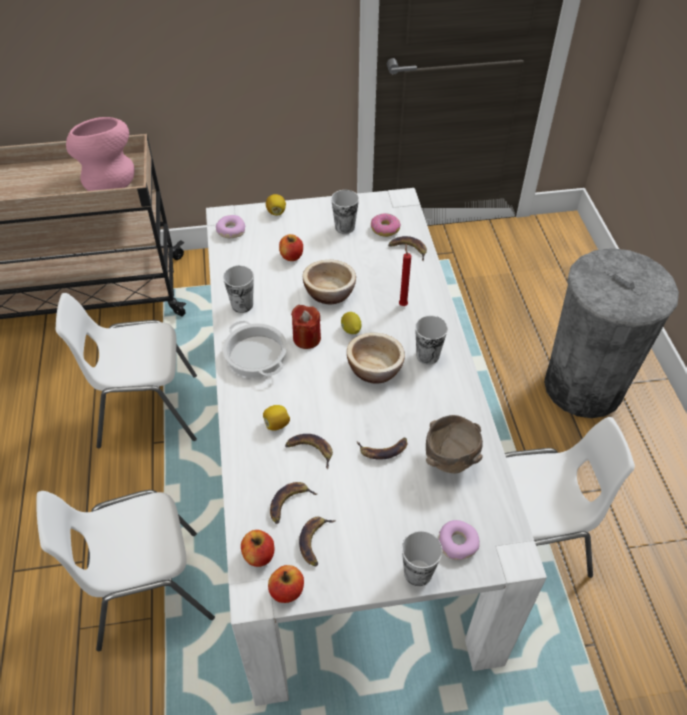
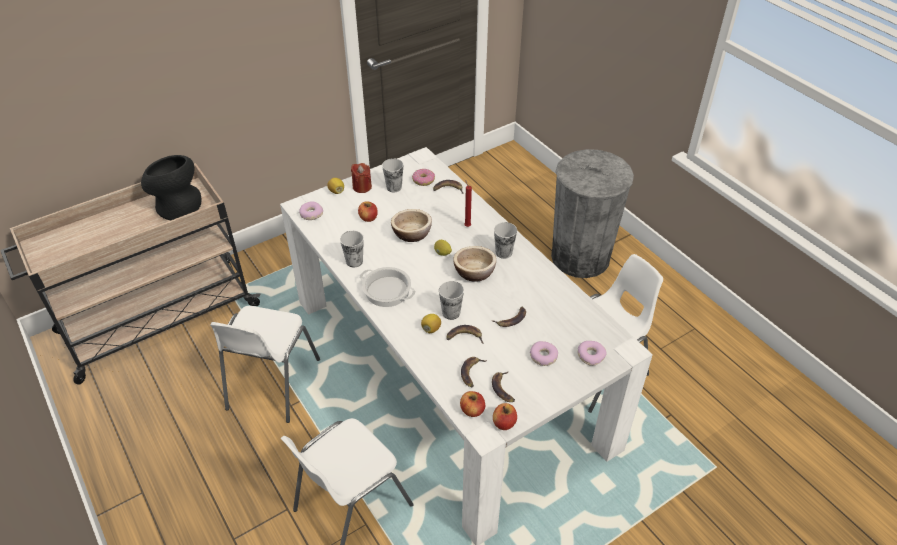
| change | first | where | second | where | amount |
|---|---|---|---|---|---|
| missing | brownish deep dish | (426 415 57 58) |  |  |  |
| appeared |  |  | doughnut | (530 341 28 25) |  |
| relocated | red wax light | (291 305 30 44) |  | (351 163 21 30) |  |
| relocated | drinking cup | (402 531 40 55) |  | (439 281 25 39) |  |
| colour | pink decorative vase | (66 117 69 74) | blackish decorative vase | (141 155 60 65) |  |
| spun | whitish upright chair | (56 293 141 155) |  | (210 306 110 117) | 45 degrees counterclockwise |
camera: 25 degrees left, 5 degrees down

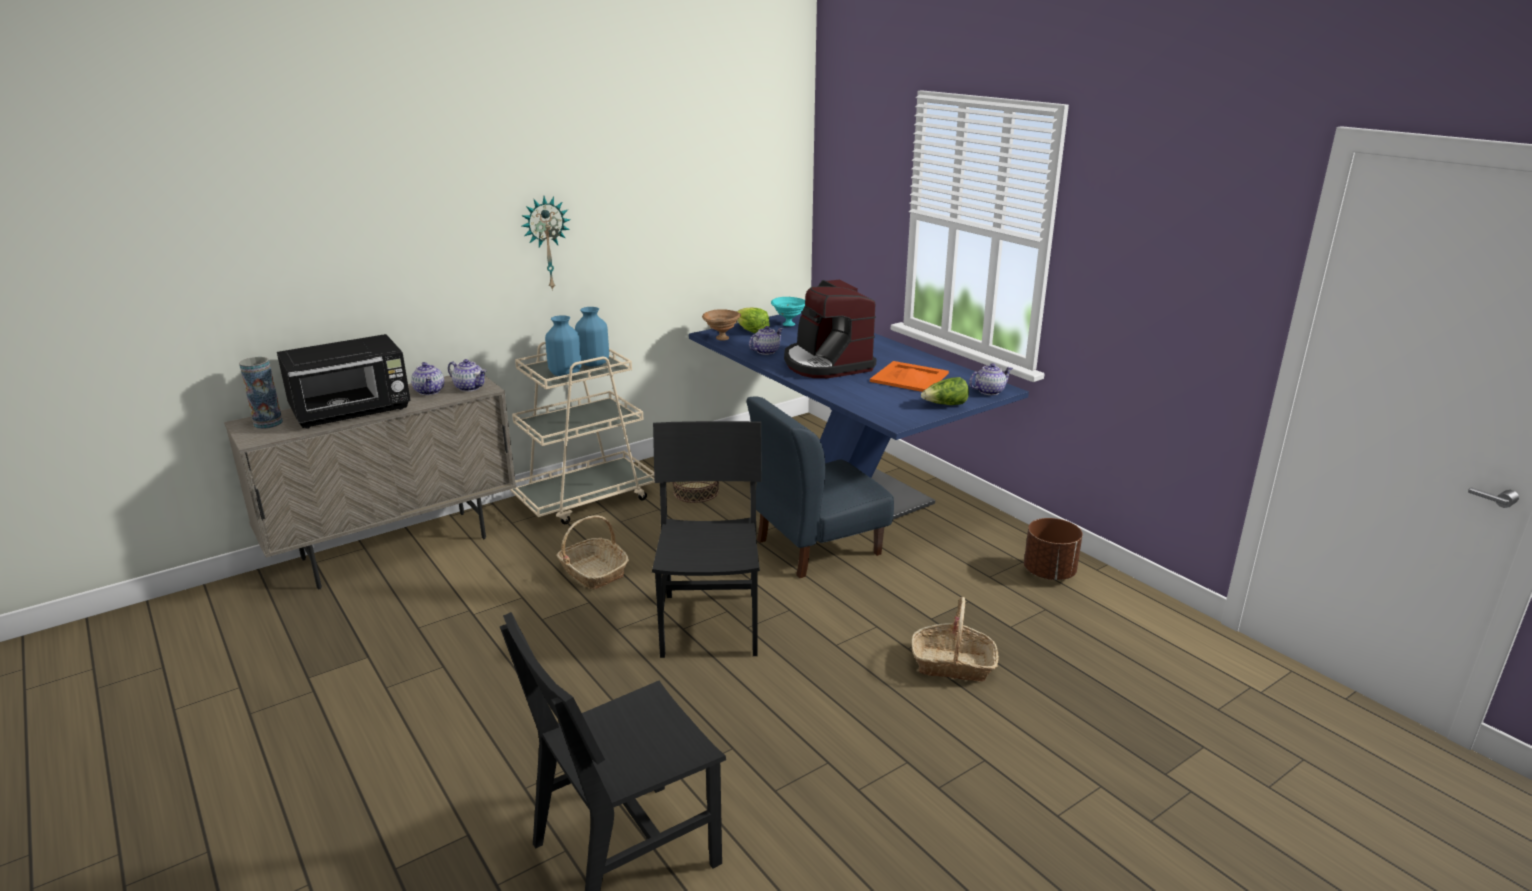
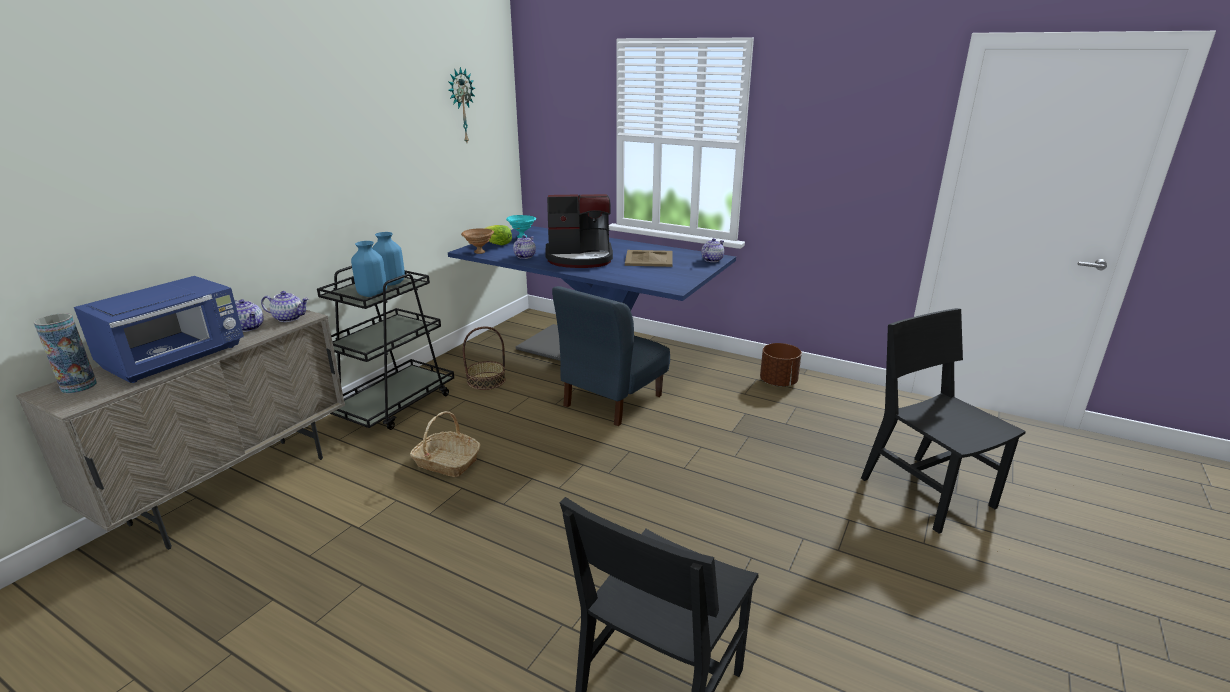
| change | first | where | second | where | amount |
|---|---|---|---|---|---|
| missing | storage basket | (911 597 88 85) |  |  |  |
| missing | lettuce | (921 377 48 28) |  |  |  |
| relocated | clock on the wall | (521 196 50 95) |  | (448 67 27 76) |  |
| relocated | blackish upright chair | (652 421 110 237) |  | (861 308 165 226) |  |
| colour | blackish kitchen microwave | (277 334 134 95) | bluish kitchen microwave | (74 276 170 107) |  |
| colour | beige trolley | (510 342 144 182) | blackish trolley | (317 266 137 164) |  |
| colour | orangey serving tray | (870 361 79 31) | beige serving tray | (625 250 48 17) |  |
| spun | coffee brewer | (784 280 93 98) |  | (545 194 68 74) | 45 degrees counterclockwise |
camera: 25 degrees left, 0 degrees up

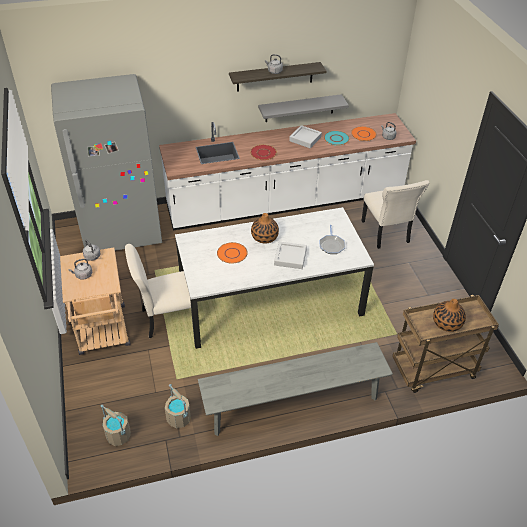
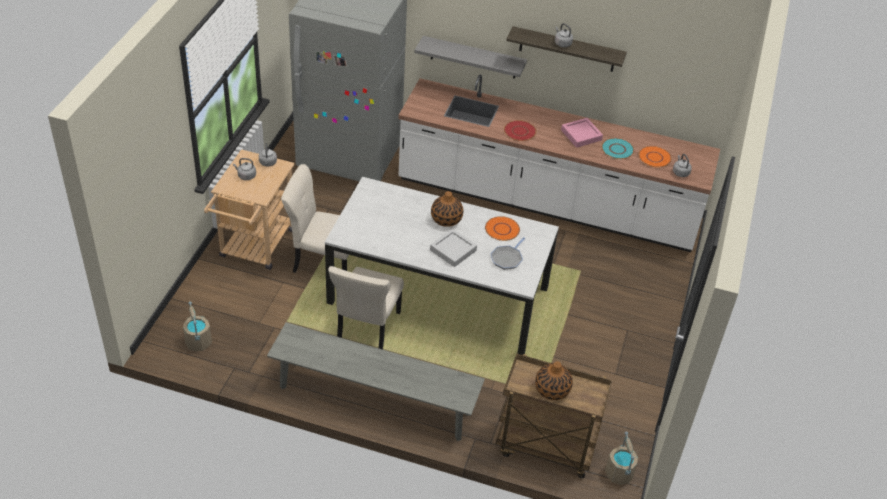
| change | first | where | second | where | amount |
|---|---|---|---|---|---|
| relocated | beige pail | (165 384 26 44) |  | (605 432 33 53) |  |
| relocated | orangey dinner plate | (217 242 31 22) |  | (485 216 35 25) |  |
| relocated | grey shelf | (258 94 91 28) |  | (414 36 113 43) |  |
| relocated | beige upright chair | (361 180 68 69) |  | (328 266 76 84) |  |
| colour | grey serving tray | (289 125 33 23) | pink serving tray | (561 118 42 30) |  |
camera: 30 degrees right, 0 degrees up

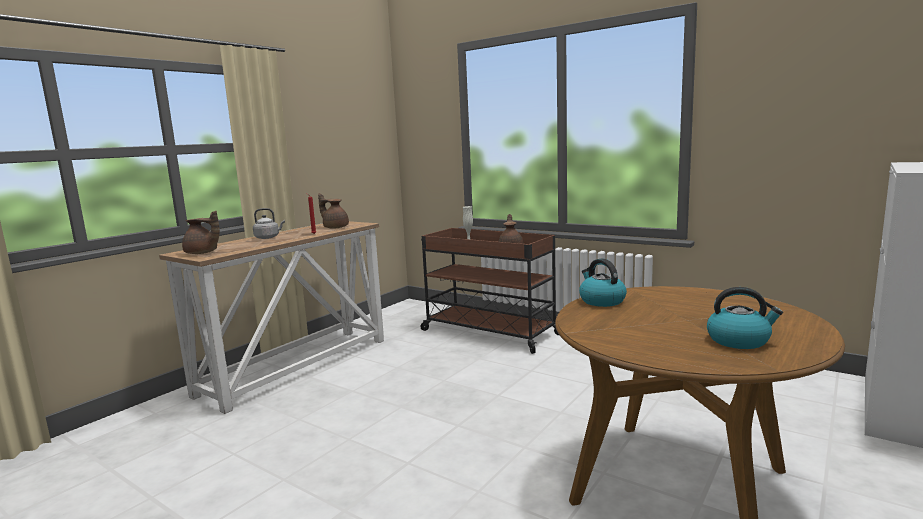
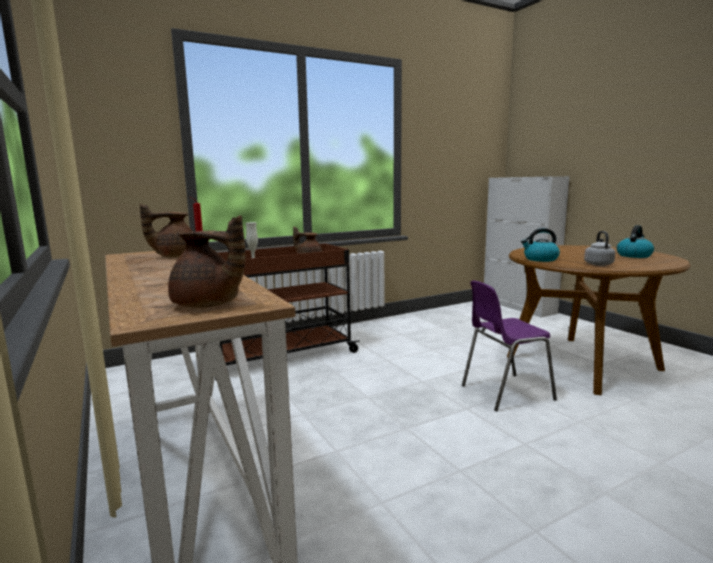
| change | first | where | second | where | amount |
|---|---|---|---|---|---|
| appeared |  |  | purple-coloured upright chair | (462 281 95 130) |  |
| relocated | grey kettle | (253 208 32 31) |  | (584 231 31 35) |  |
| spun | brownish pot for tea | (182 211 38 43) |  | (168 215 77 93) | 75 degrees clockwise |
camera: 65 degrees left, 0 degrees up

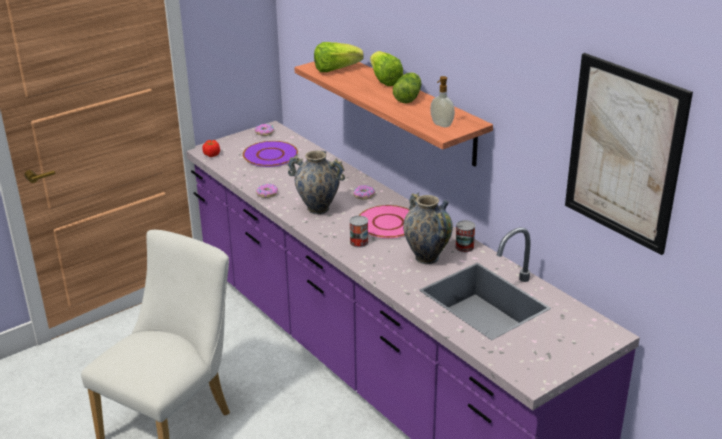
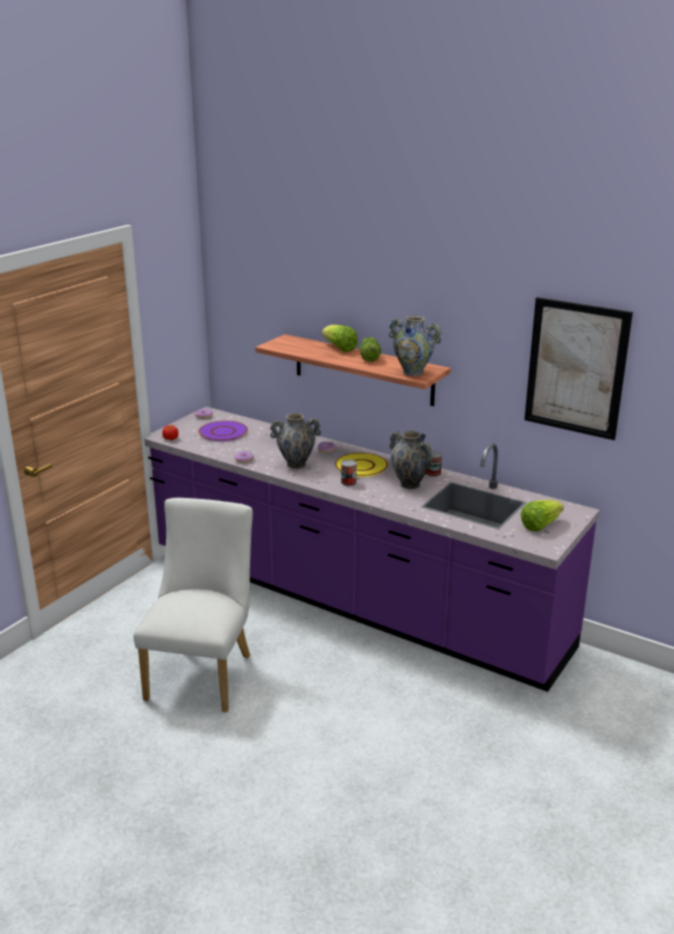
| change | first | where | second | where | amount |
|---|---|---|---|---|---|
| relocated | lettuce | (314 42 50 30) |  | (521 499 43 32) |  |
| exchanged | soap bottle | (430 76 25 51) | decorative vase | (389 315 53 61) |  |
| colour | pink dinner plate | (359 205 51 33) | yellowish dinner plate | (335 453 53 24) |  |
camera: 20 degrees left, 5 degrees down

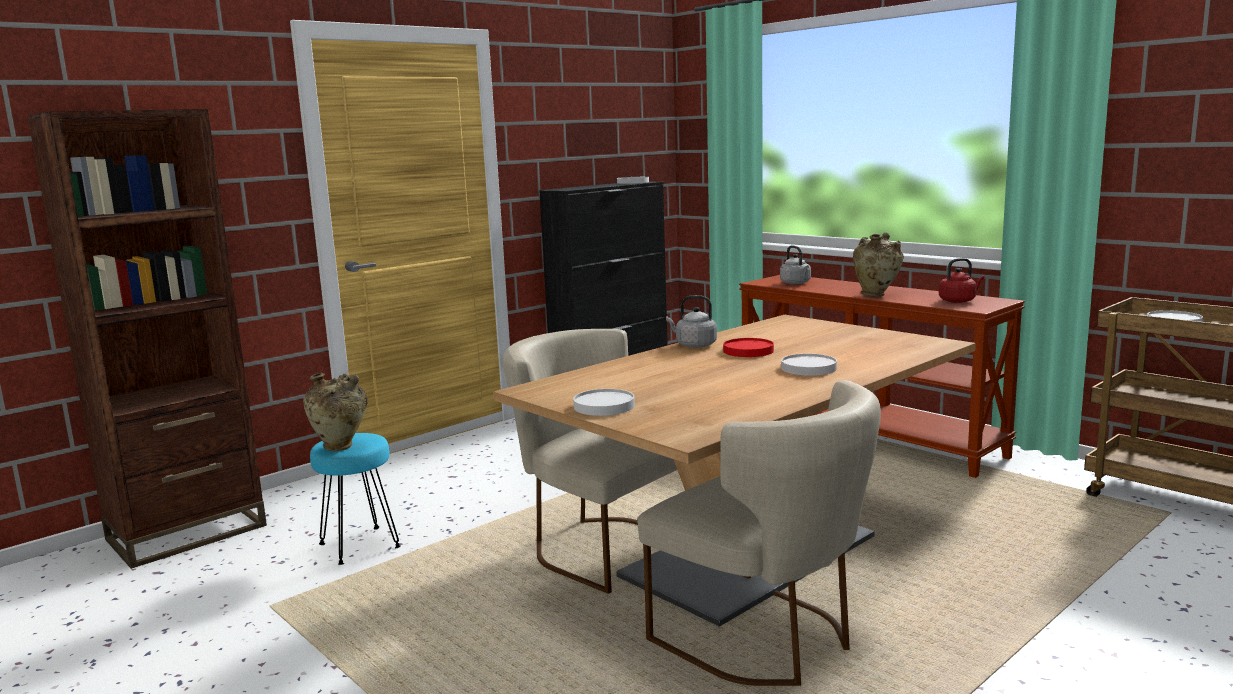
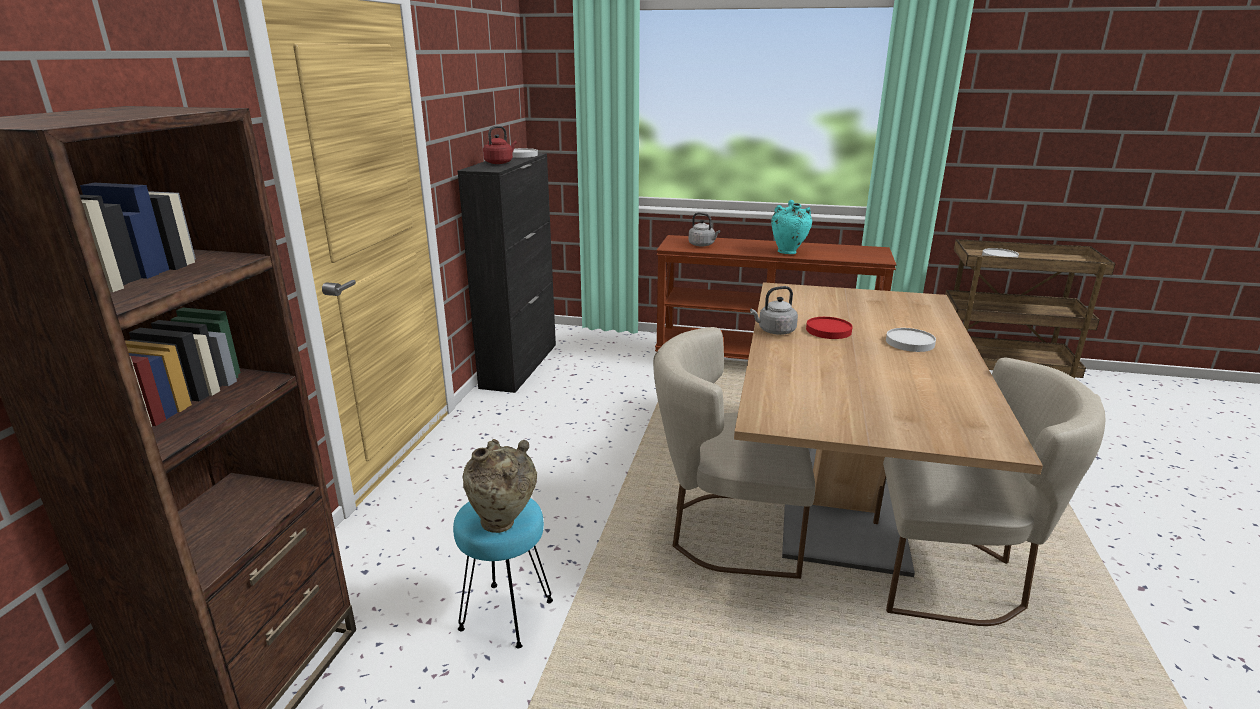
| change | first | where | second | where | amount |
|---|---|---|---|---|---|
| missing | whitish dinner plate | (573 389 62 27) |  |  |  |
| relocated | red kettle | (939 258 45 45) |  | (483 126 34 38) |  |
| colour | beige decorative vase | (853 232 51 64) | turquoise-coloured decorative vase | (771 200 41 54) |  |
camera: 35 degrees left, 10 degrees up

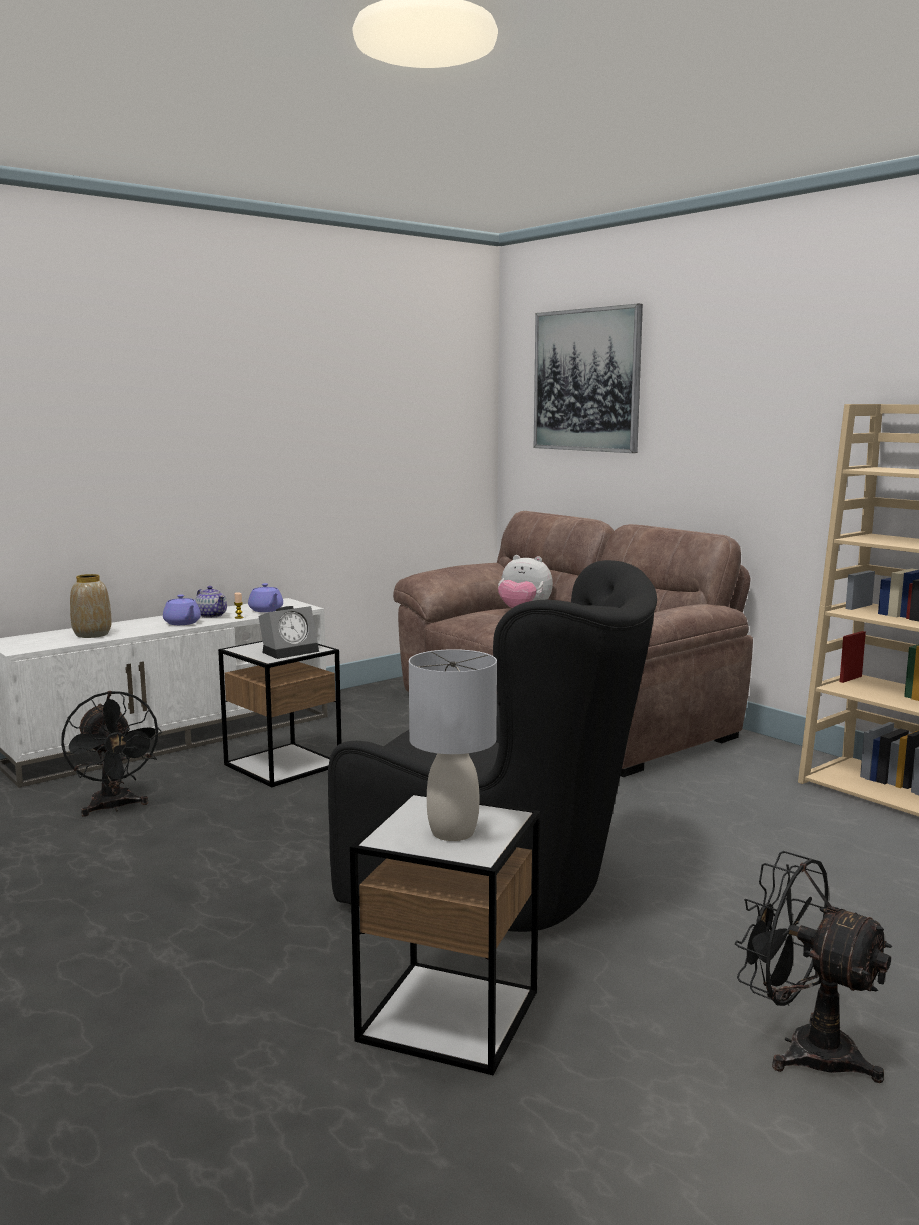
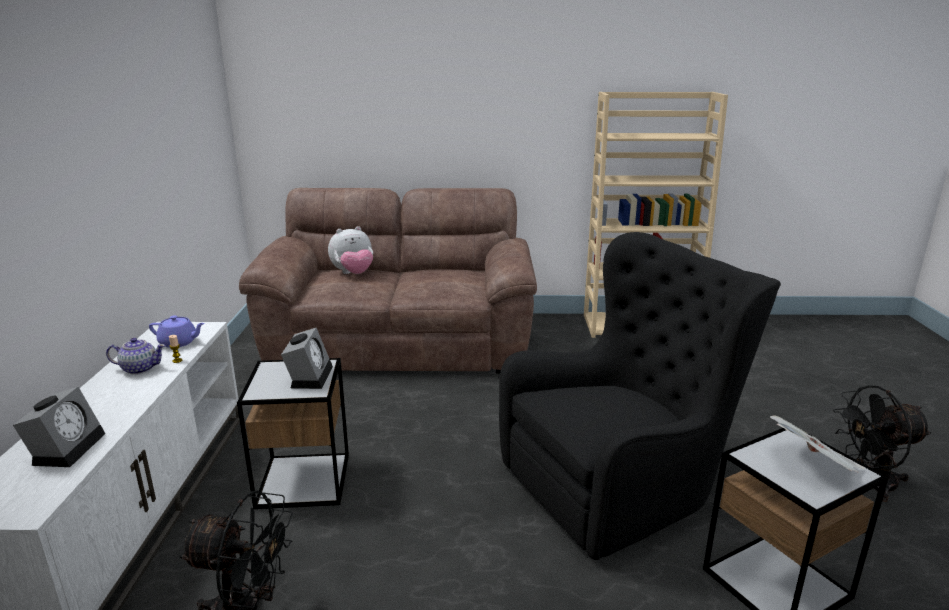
| change | first | where | second | where | amount |
|---|---|---|---|---|---|
| missing | purple-coloured pot for tea | (163 595 38 30) |  |  |  |
| missing | picture | (534 304 109 149) |  |  |  |
| exchanged | decorative vase | (70 574 41 64) | table clock | (13 387 92 80) |  |
| exchanged | grey table lamp | (409 649 88 192) | daily paper | (770 416 95 57) |  |
camera: 50 degrees left, 10 degrees up

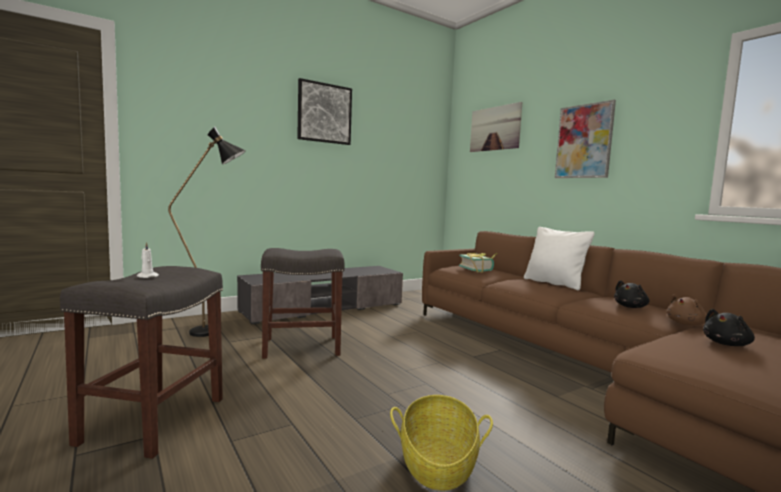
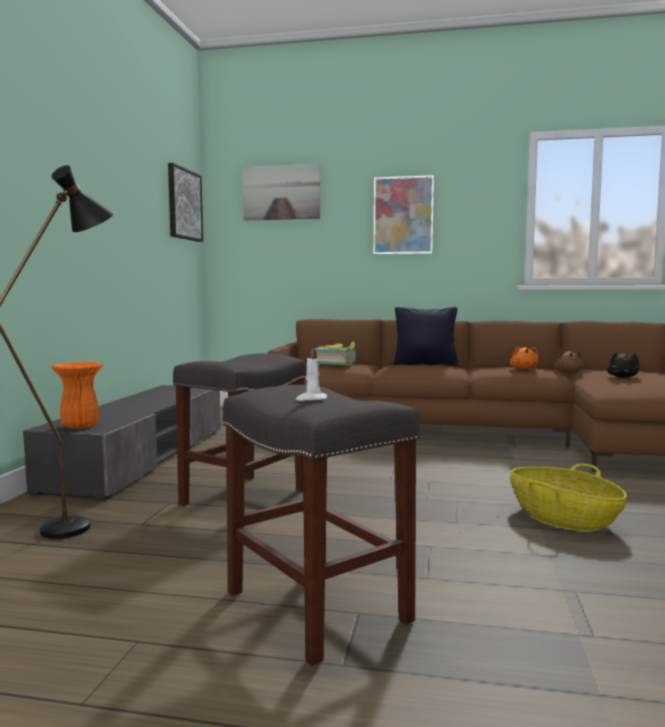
| change | first | where | second | where | amount |
|---|---|---|---|---|---|
| appeared |  |  | orangey decorative vase | (51 362 52 67) |  |
| relocated | picture | (297 78 55 67) |  | (168 163 35 79) |  |
| colour | whitish throw pillow | (524 227 70 63) | blackish throw pillow | (394 307 64 59) |  |
| colour | blackish cuddly toy | (614 280 35 28) | orangey cuddly toy | (510 346 28 23) |  |
camera: 45 degrees left, 0 degrees up

